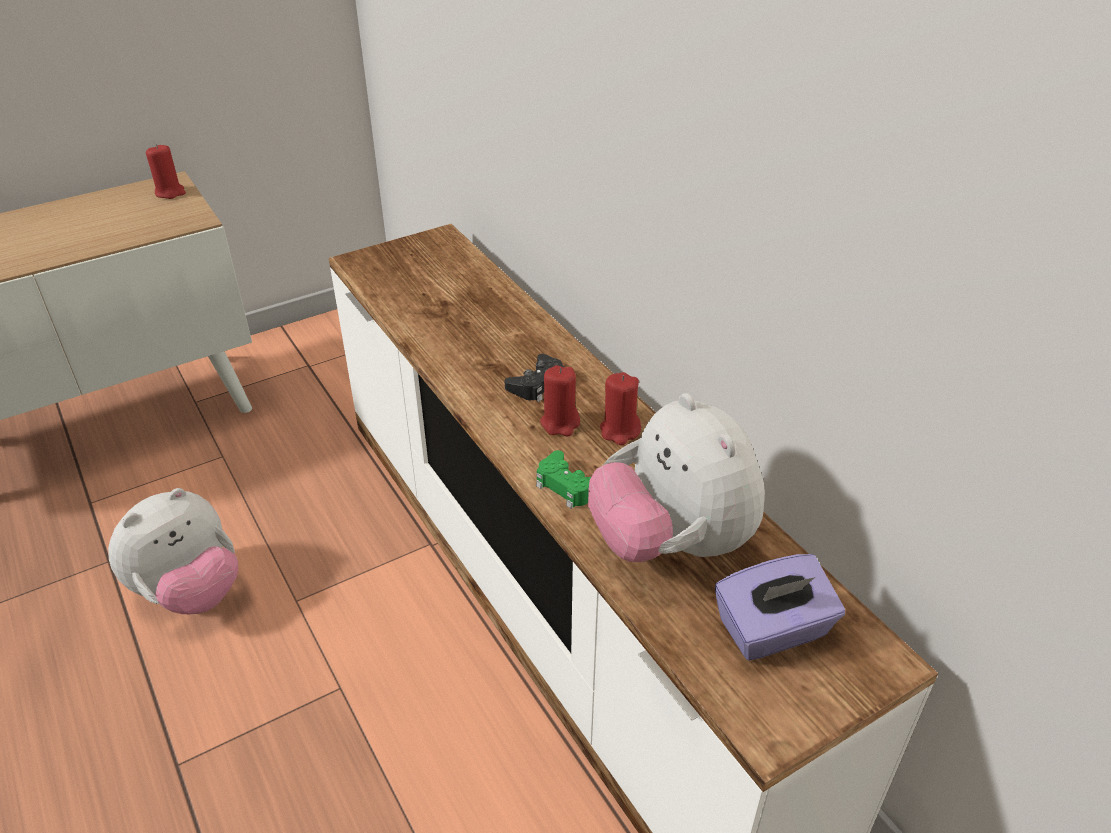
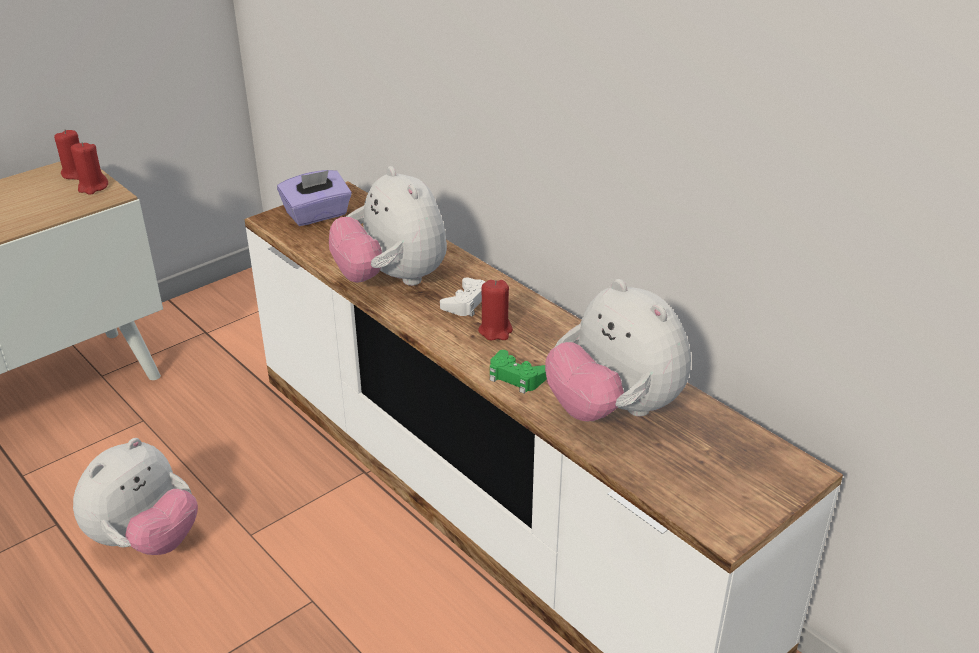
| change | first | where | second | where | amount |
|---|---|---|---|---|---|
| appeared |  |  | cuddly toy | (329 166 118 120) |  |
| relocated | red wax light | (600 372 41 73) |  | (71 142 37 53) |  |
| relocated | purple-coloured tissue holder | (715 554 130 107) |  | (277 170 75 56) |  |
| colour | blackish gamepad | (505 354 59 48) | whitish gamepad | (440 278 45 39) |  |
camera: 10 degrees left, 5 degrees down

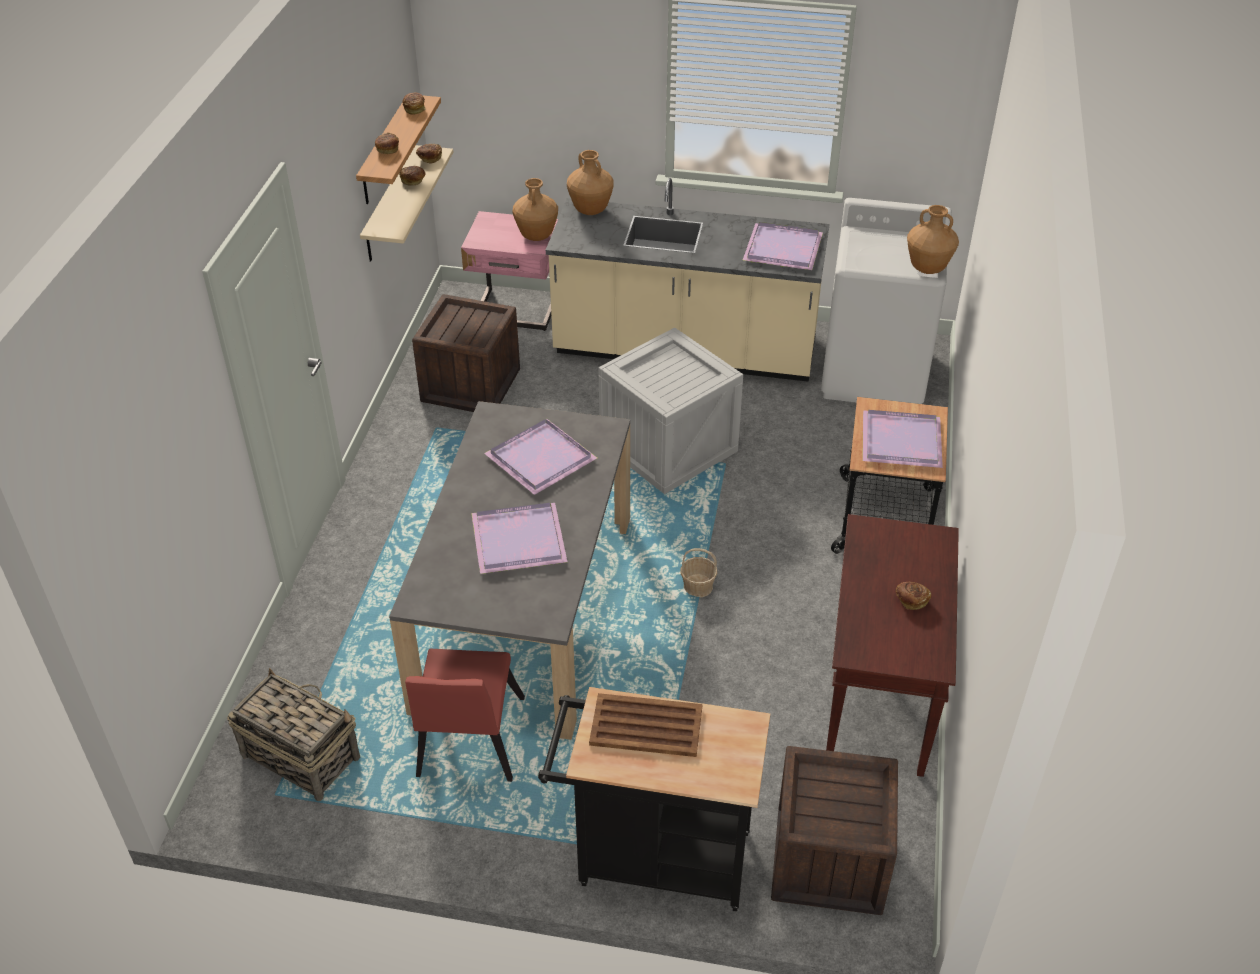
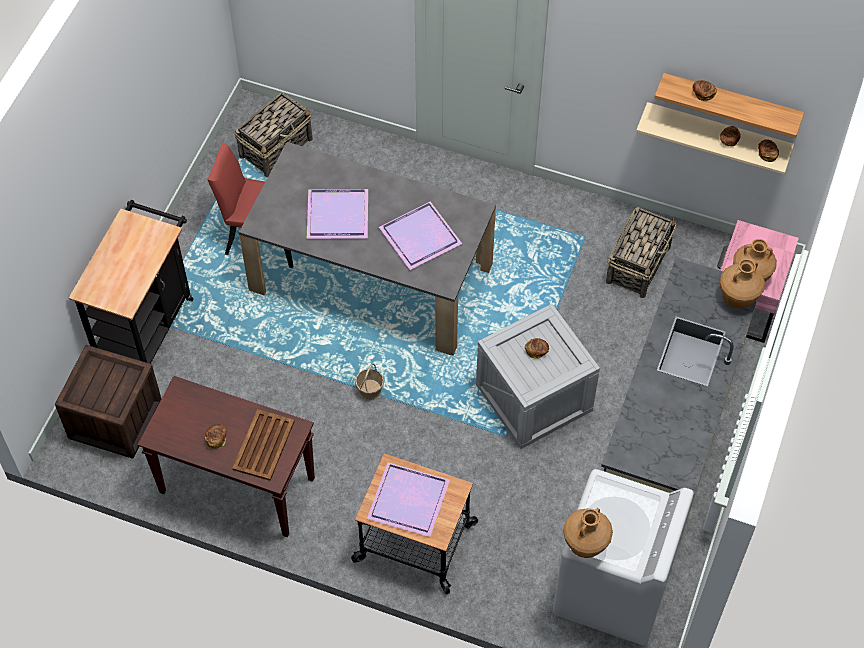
| change | first | where | second | where | amount |
|---|---|---|---|---|---|
| missing | purple-coloured serving tray | (743 222 80 48) |  |  |  |
| relocated | bread | (402 93 24 22) |  | (525 338 24 21) |  |
| relocated | brownish serving tray | (589 693 113 64) |  | (232 409 63 72) |  |
| exchanged | shipping crate | (412 294 108 118) | storage basket | (606 207 70 91) |  |
camera: 100 degrees right, 15 degrees up

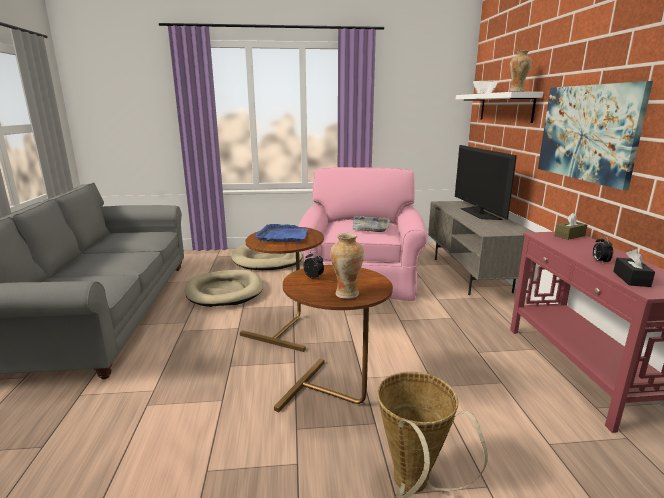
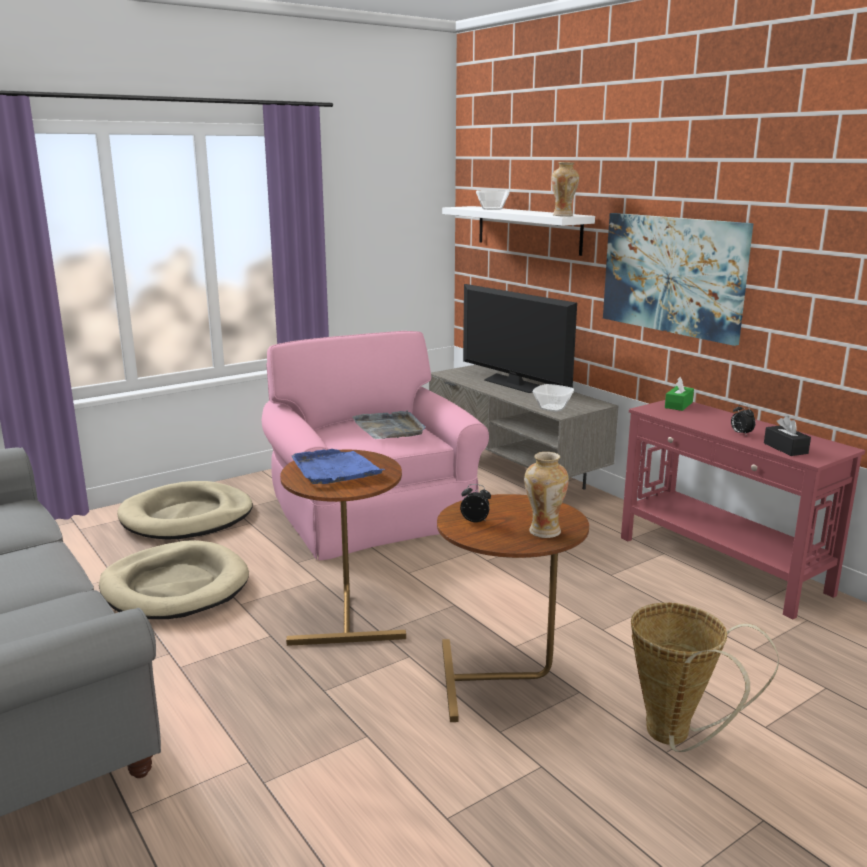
| change | first | where | second | where | amount |
|---|---|---|---|---|---|
| appeared |  |  | deep dish | (533 384 41 28) |  |
| colour | brownish tissue holder | (555 213 32 27) | green tissue holder | (665 377 29 34) |  |
camera: 30 degrees left, 0 degrees up

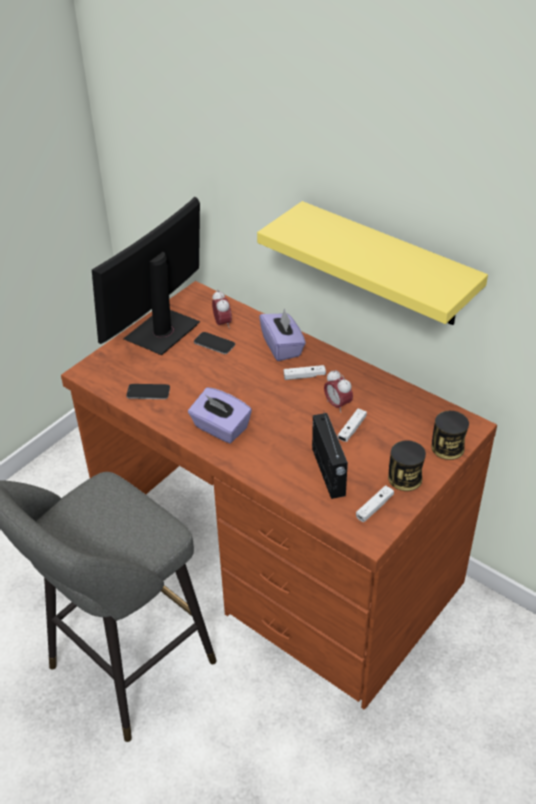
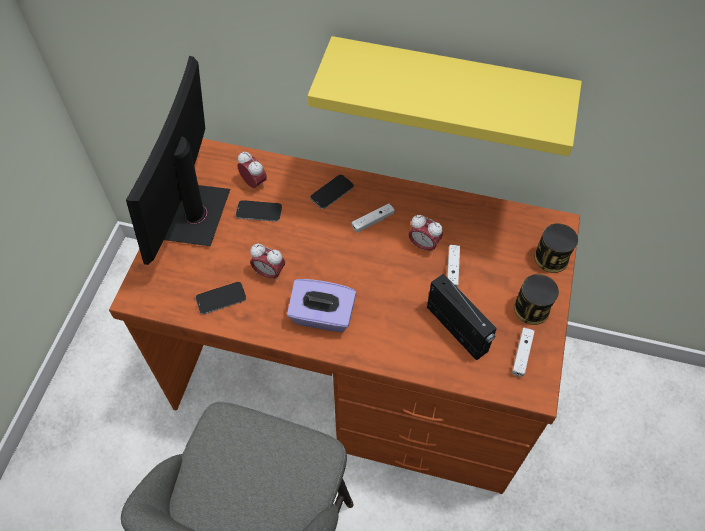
| change | first | where | second | where | amount |
|---|---|---|---|---|---|
| appeared |  |  | table clock | (250 244 35 37) |  |
| exchanged | purple-coloured tissue holder | (259 308 47 53) | telephone | (310 175 44 34) |  |
camera: 25 degrees left, 15 degrees up

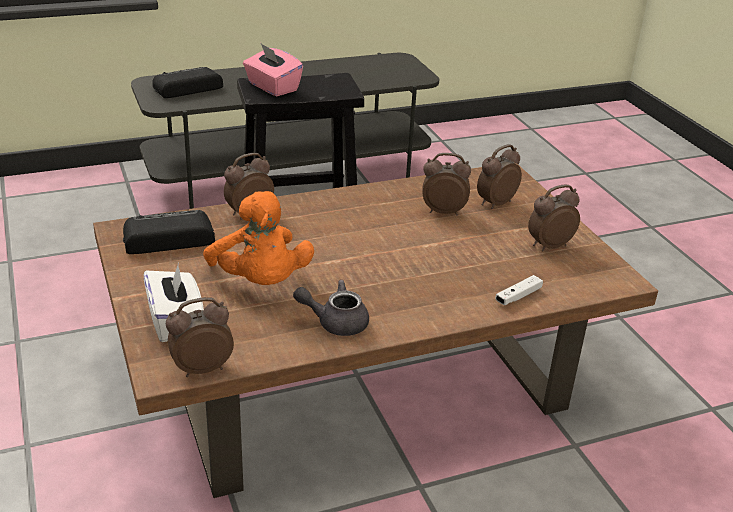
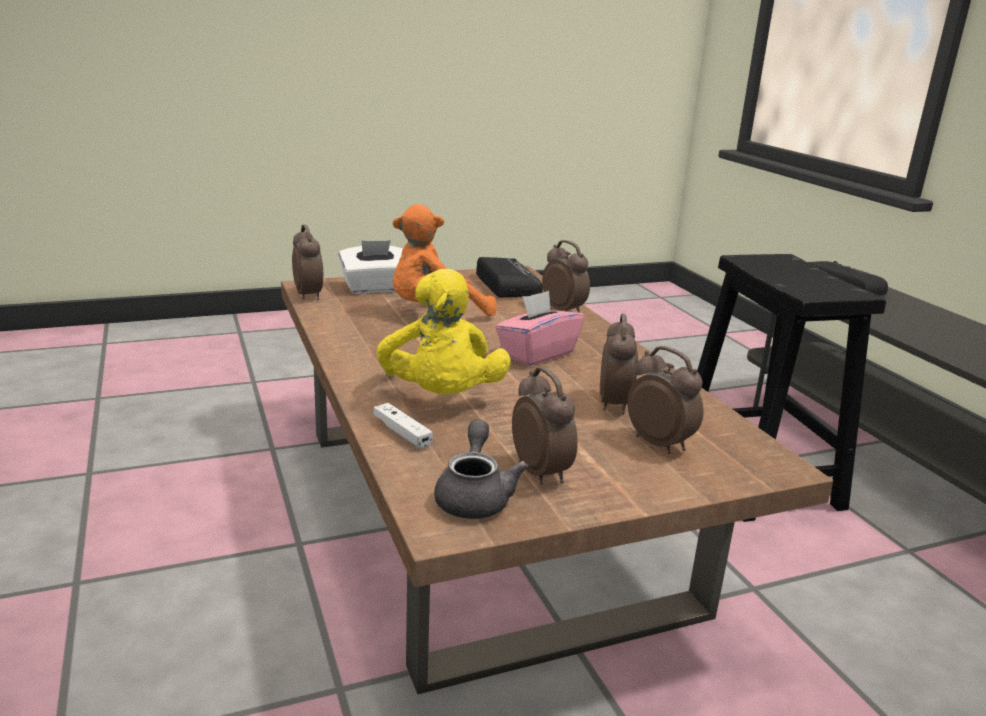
| change | first | where | second | where | amount |
|---|---|---|---|---|---|
| appeared |  |  | yellowish cuddly toy | (377 269 134 125) |  |
| relocated | pink tissue holder | (243 44 60 52) |  | (495 291 89 75) |  |
| relocated | grey pot for tea | (293 280 76 56) |  | (434 419 94 100) |  |
camera: 90 degrees right, 10 degrees down

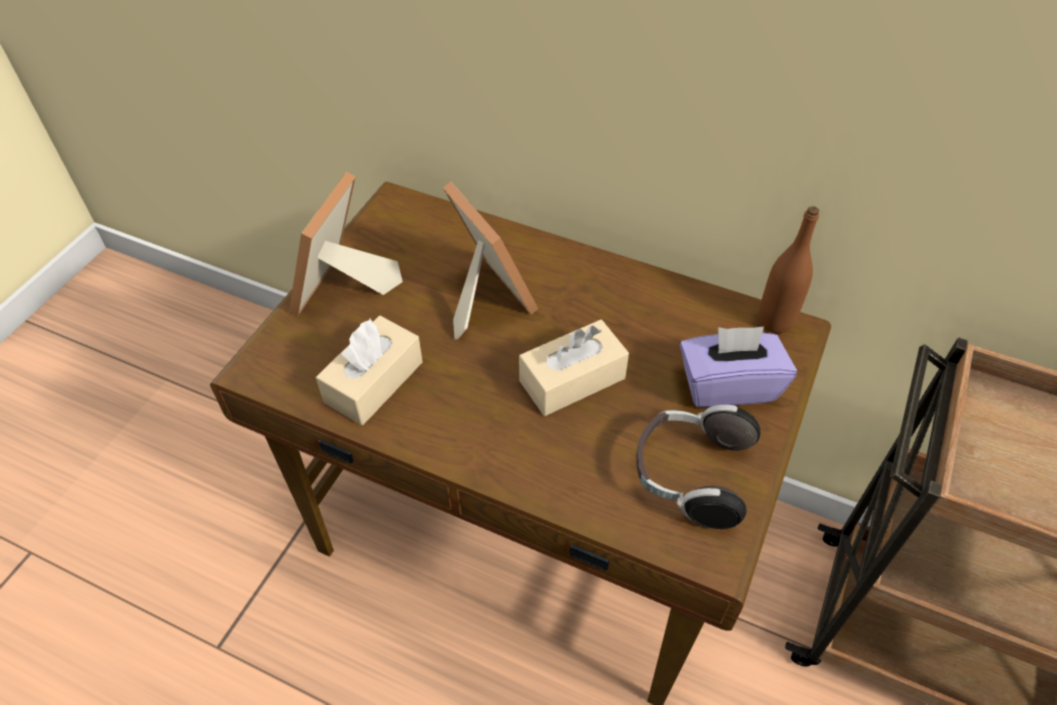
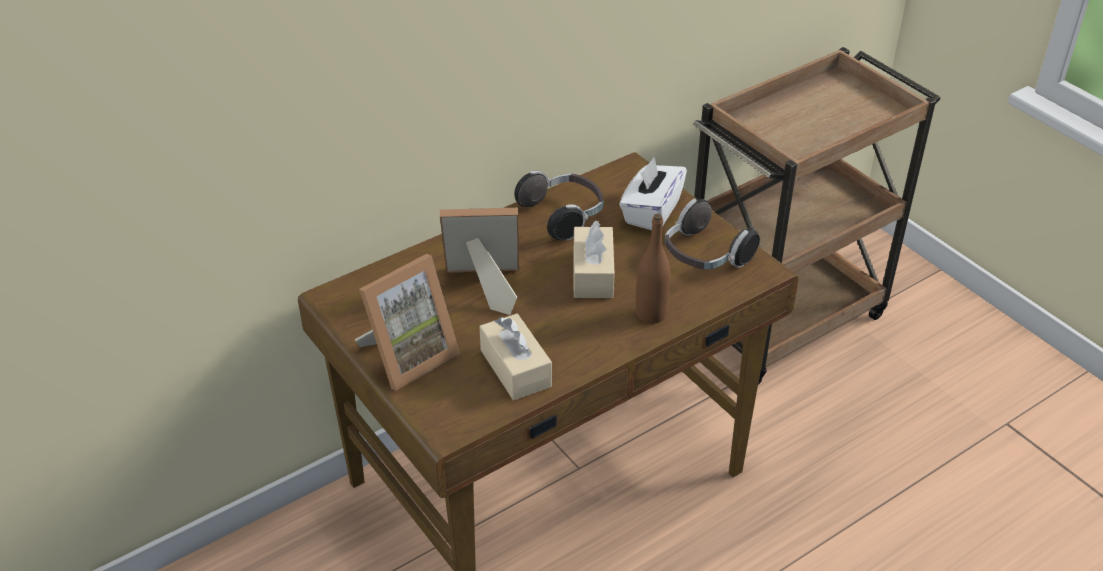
| change | first | where | second | where | amount |
|---|---|---|---|---|---|
| appeared |  |  | headphones | (514 170 90 71) |  |
| relocated | brownish bottle | (758 206 61 127) |  | (636 214 35 110) |  |
| colour | purple-coloured tissue holder | (680 327 117 80) | whitish tissue holder | (619 157 68 73) |  |
| spun | photo frame | (289 172 114 144) |  | (355 254 105 137) | 90 degrees counterclockwise |
camera: 60 degrees left, 10 degrees down

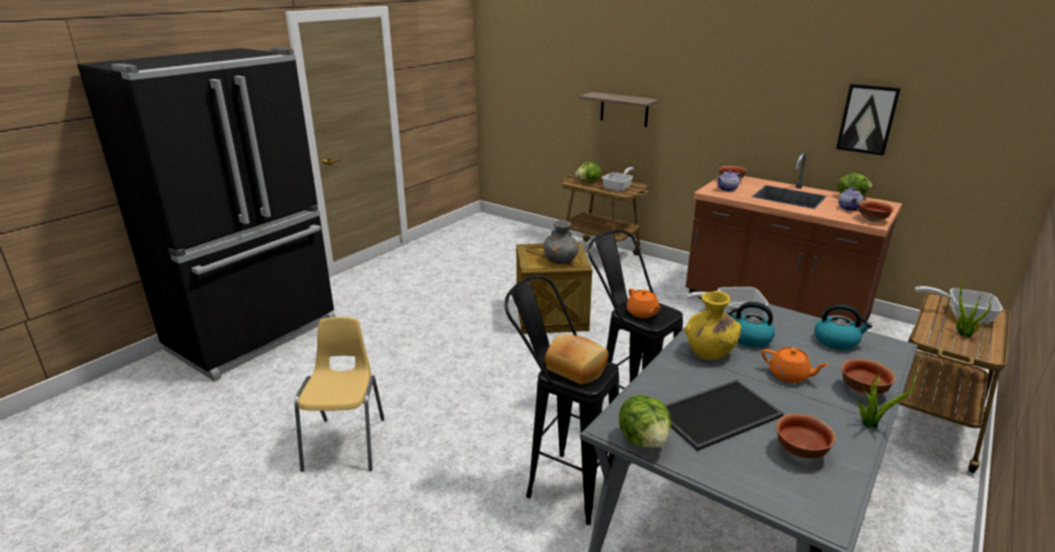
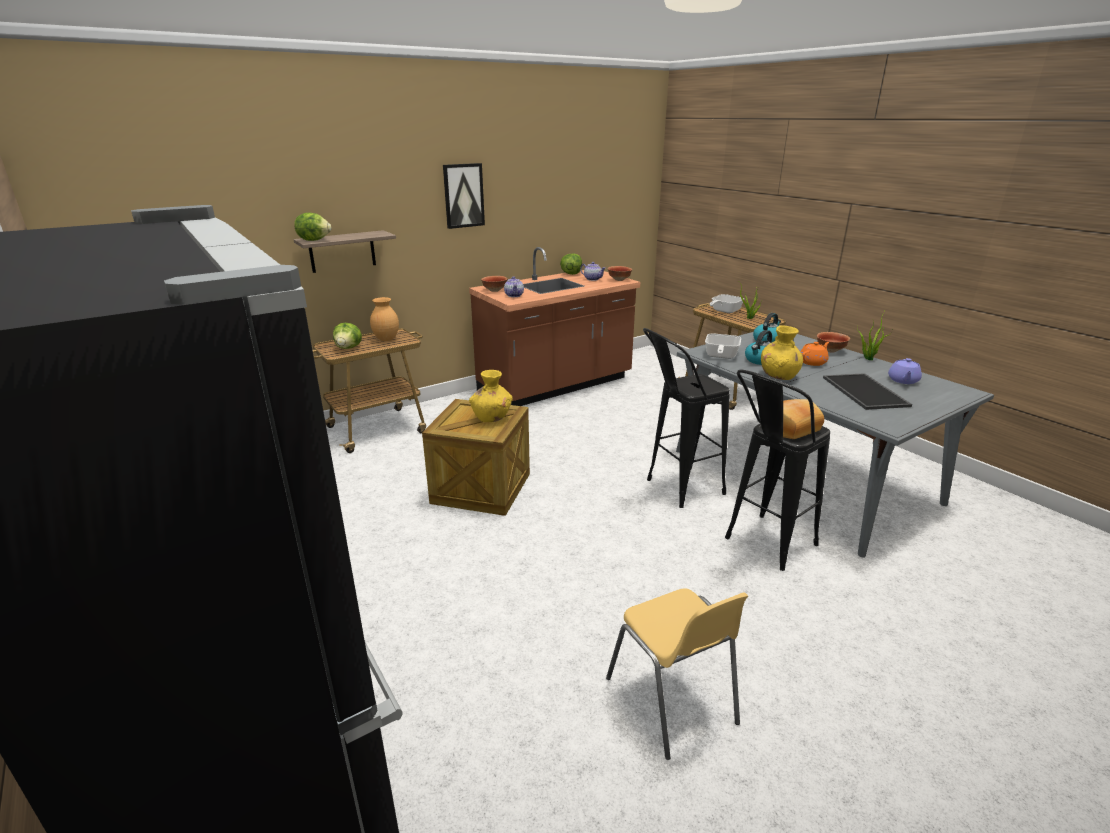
| change | first | where | second | where | amount |
|---|---|---|---|---|---|
| missing | orangey pot for tea | (626 288 35 30) |  |  |  |
| relocated | lettuce | (619 395 52 53) |  | (294 213 37 28) |  |
| relocated | picture | (836 84 65 72) |  | (443 163 42 66) |  |
| exchanged | frying pan | (602 167 32 24) | brownish decorative vase | (370 297 29 44) |  |
| exchanged | deep dish | (776 413 60 46) | purple-coloured pot for tea | (888 358 34 26) |  |
| colour | grey decorative vase | (543 220 36 44) | yellowish decorative vase | (469 370 44 52) |  |
| spun | yellowish upright chair | (295 317 89 155) |  | (606 588 142 172) | 135 degrees counterclockwise |
camera: 70 degrees left, 0 degrees up

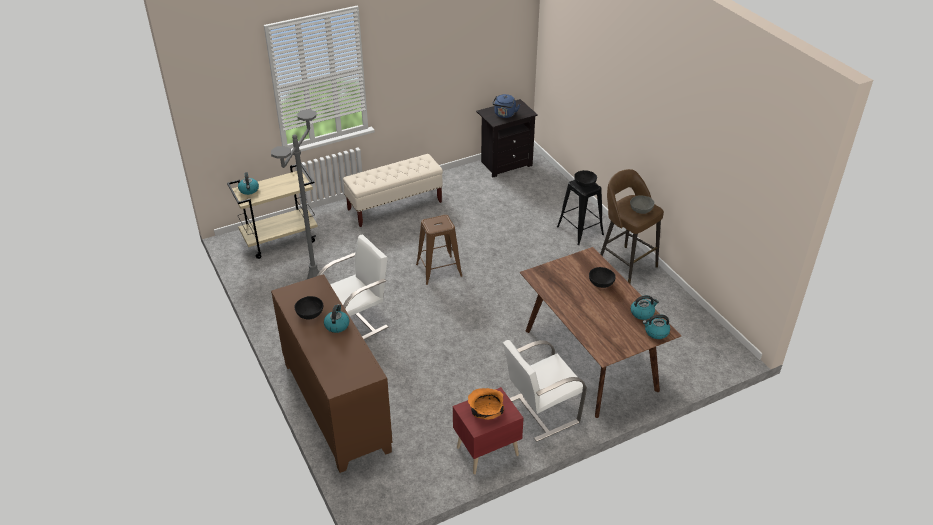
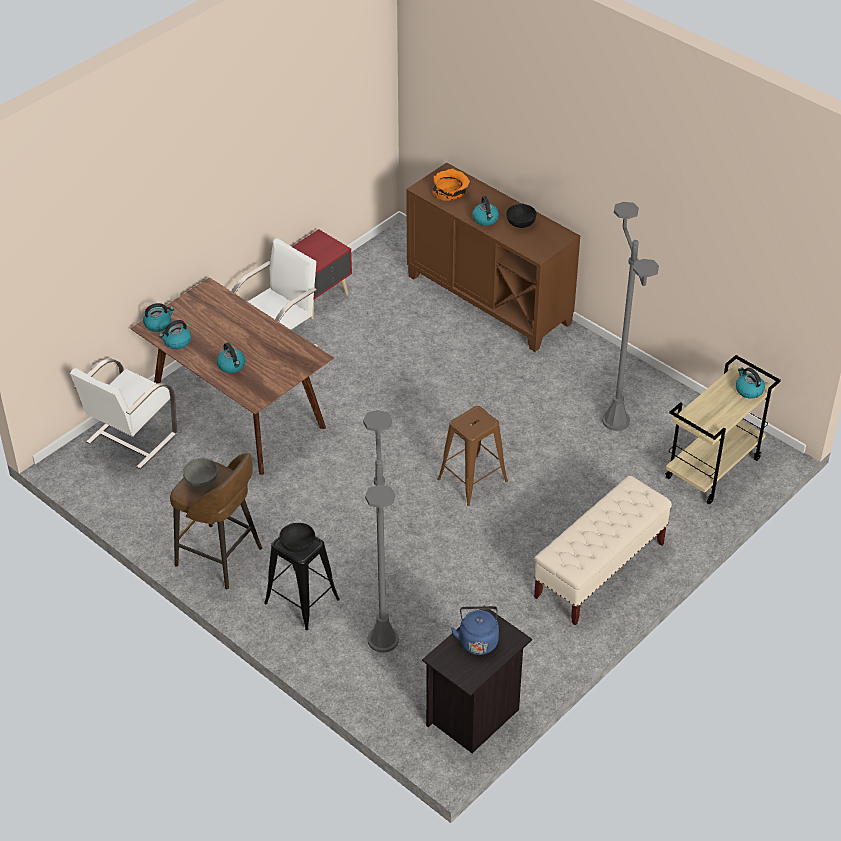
| change | first | where | second | where | amount |
|---|---|---|---|---|---|
| appeared |  |  | grey standing lamp | (363 410 36 243) |  |
| relocated | whitish upright chair | (317 235 71 105) |  | (70 358 107 111) |  |
| relocated | orangey deep dish | (468 388 36 32) |  | (433 168 37 33) |  |
| exchanged | blackish deep dish | (589 267 27 21) | kettle | (217 342 28 31) |  |
camera: 160 degrees right, 5 degrees up

